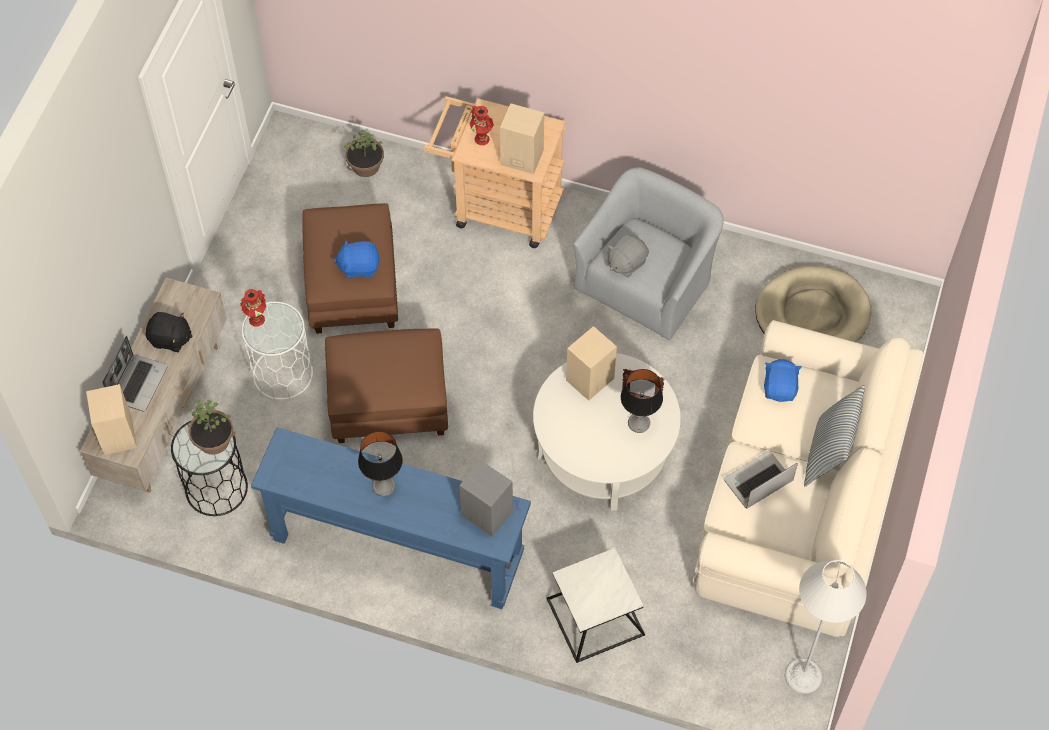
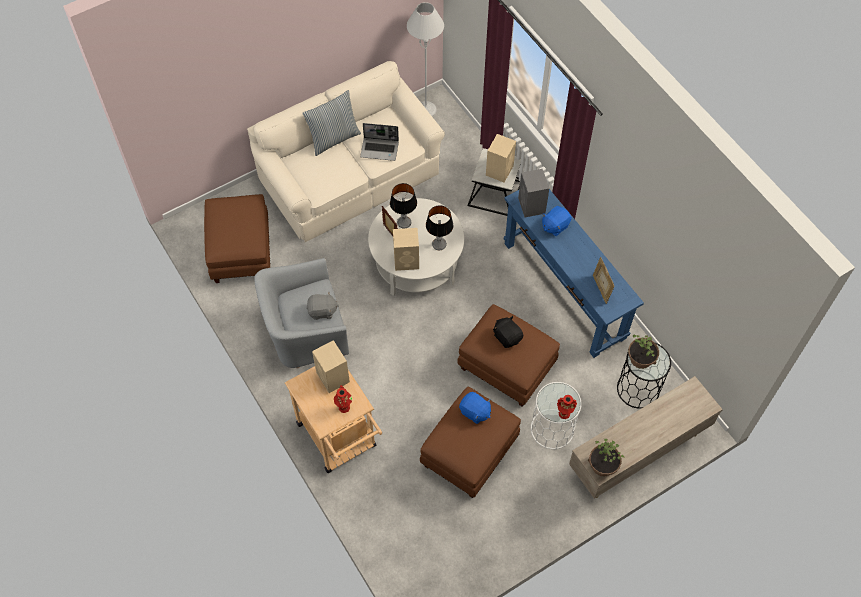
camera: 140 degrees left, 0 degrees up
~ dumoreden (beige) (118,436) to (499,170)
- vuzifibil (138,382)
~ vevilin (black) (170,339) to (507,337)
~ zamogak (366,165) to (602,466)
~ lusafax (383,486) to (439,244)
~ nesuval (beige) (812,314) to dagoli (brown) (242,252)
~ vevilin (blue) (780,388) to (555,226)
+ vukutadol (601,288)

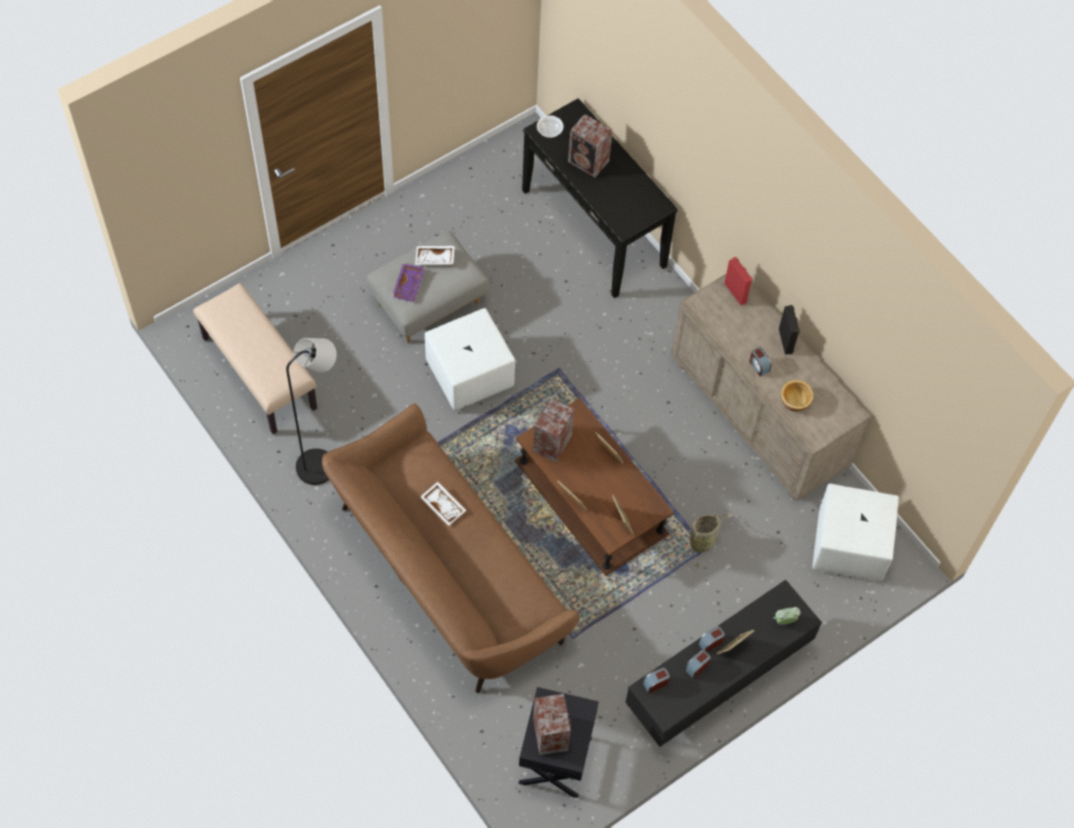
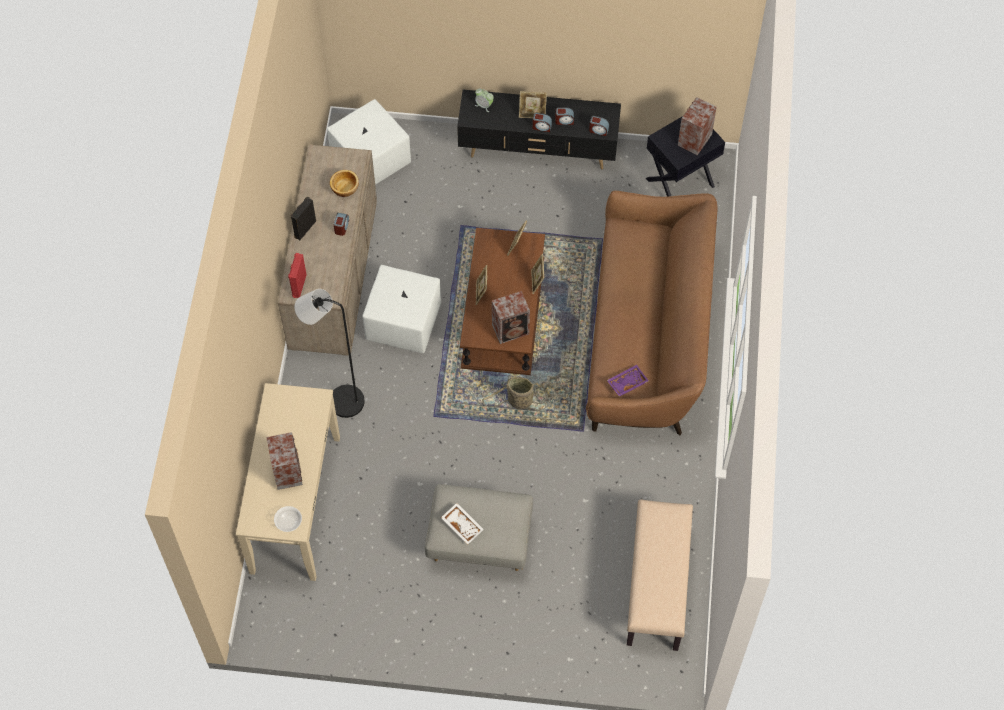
camera: 135 degrees left, 0 degrees up
~ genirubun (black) (322,463) to (339,401)
~ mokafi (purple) (409,285) to (627,382)
- mokafi (white) (443,505)
~ dagoli (white) (470,374) to (402,324)
~ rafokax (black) (594,227) to rafokax (beige) (294,504)
~ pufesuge (703,541) to (518,402)

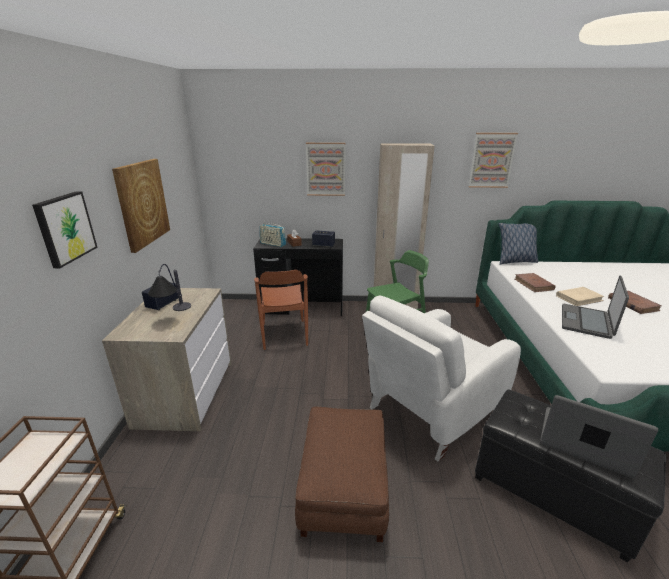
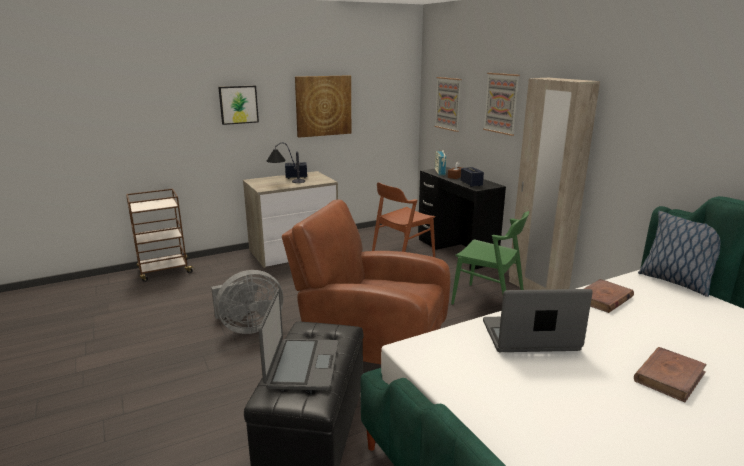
camera: 60 degrees right, 5 degrees down
~ dagoli (brown) (343,489) to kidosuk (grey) (248,327)
~ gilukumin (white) (431,410) to gilukumin (brown) (370,346)
~ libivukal (491,160) to (448,103)
- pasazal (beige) (579,298)

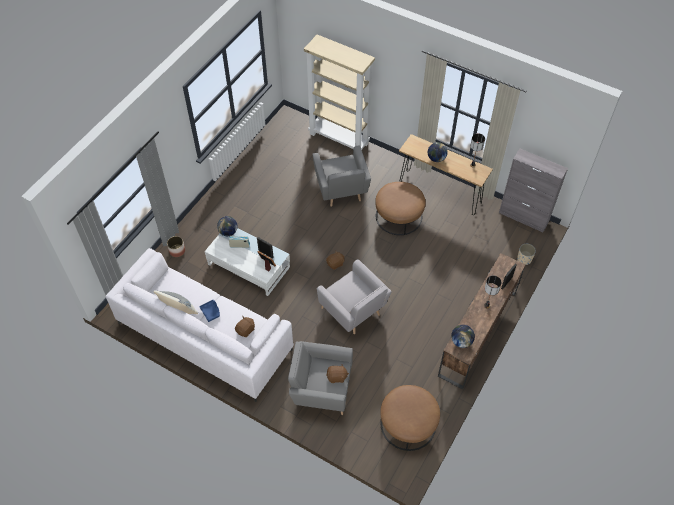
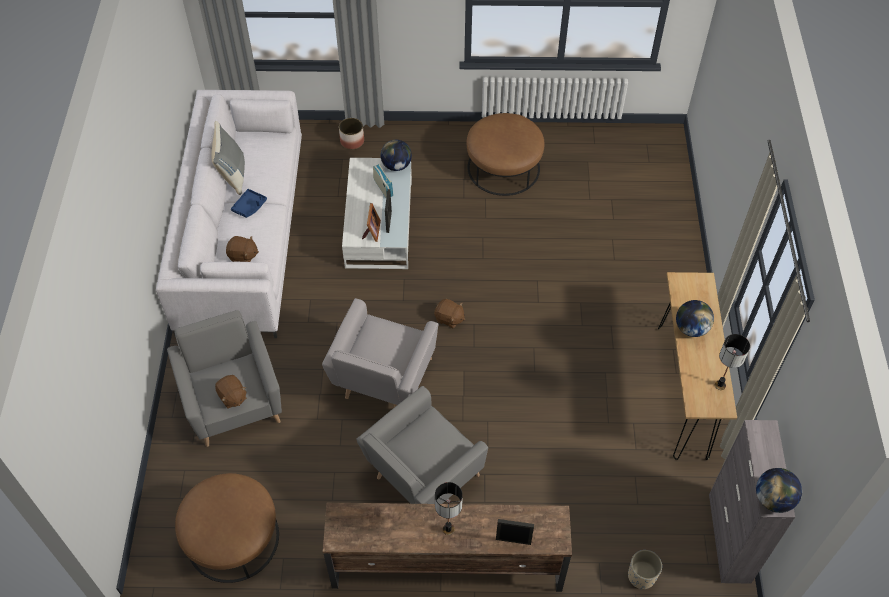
camera: 60 degrees right, 0 degrees up
- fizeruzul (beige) (339,139)
~ gilukumin (grey) (341,189) to (422,475)
~ dagoli (brown) (399,216) to (503,168)
~ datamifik (461,341) to (773,499)

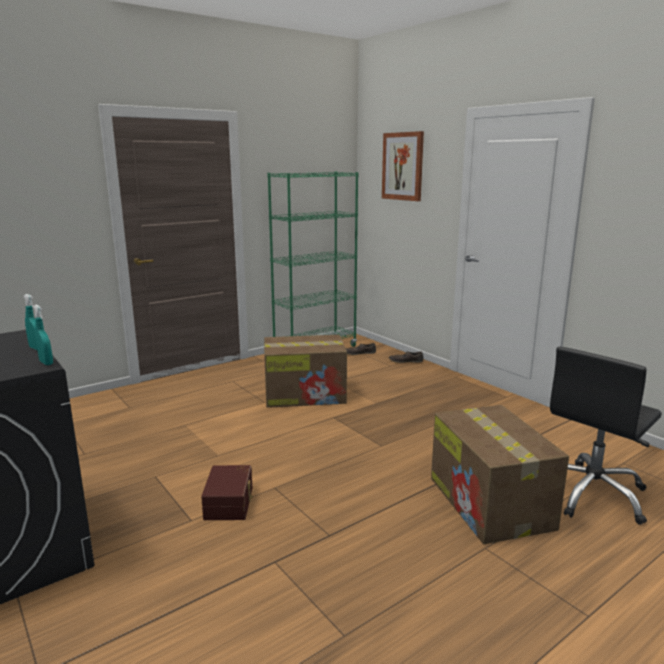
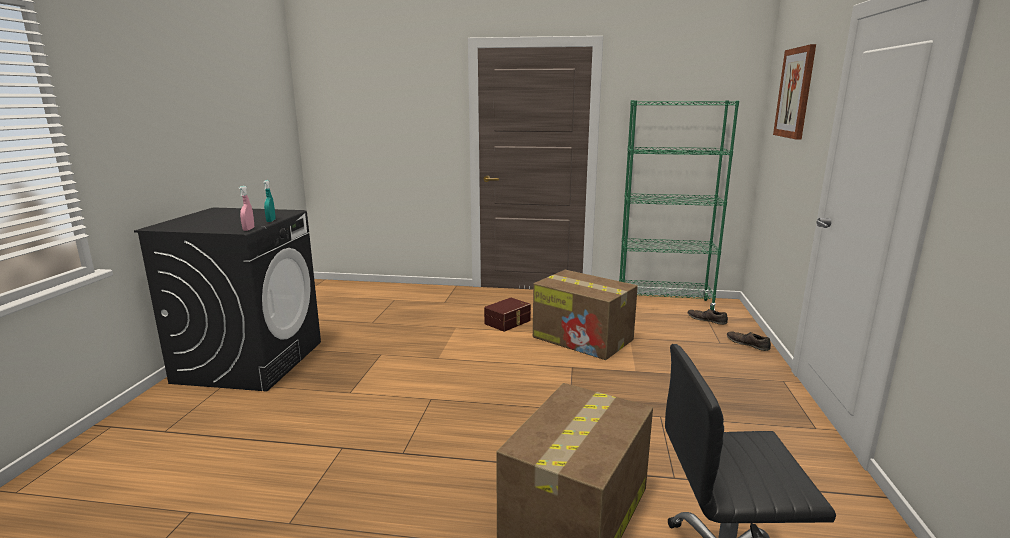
camera: 45 degrees right, 0 degrees up
~ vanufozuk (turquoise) (46,363) to vanufozuk (pink) (248,229)
~ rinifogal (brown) (230,502) to (508,322)

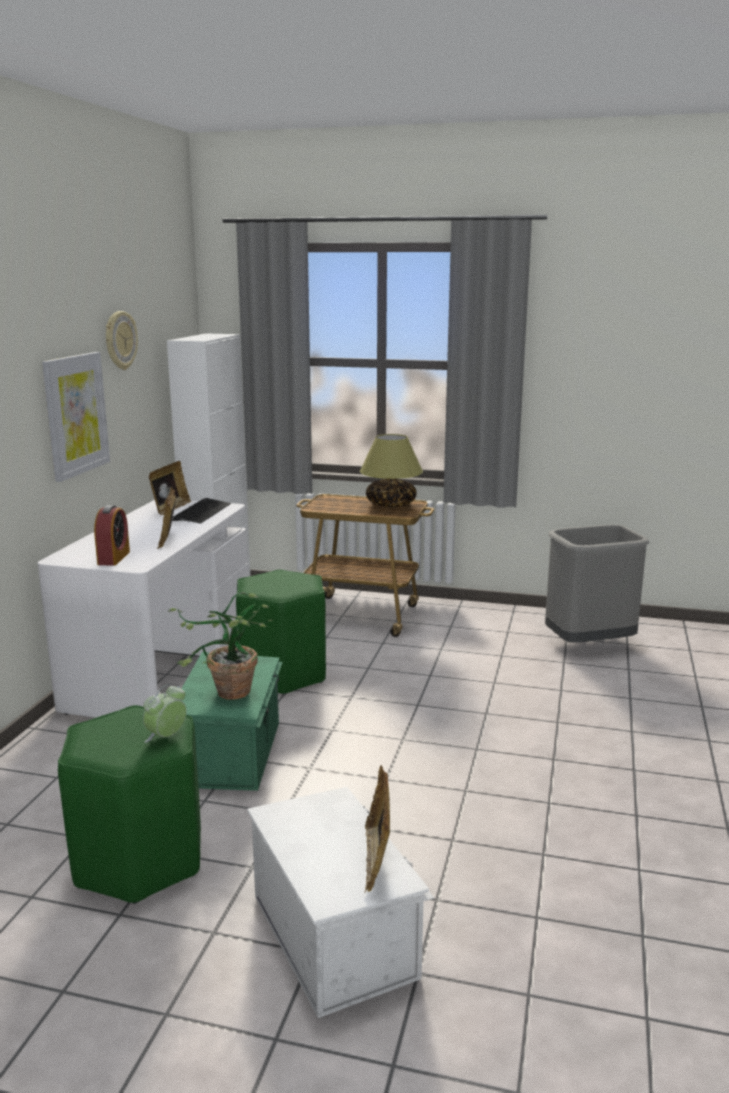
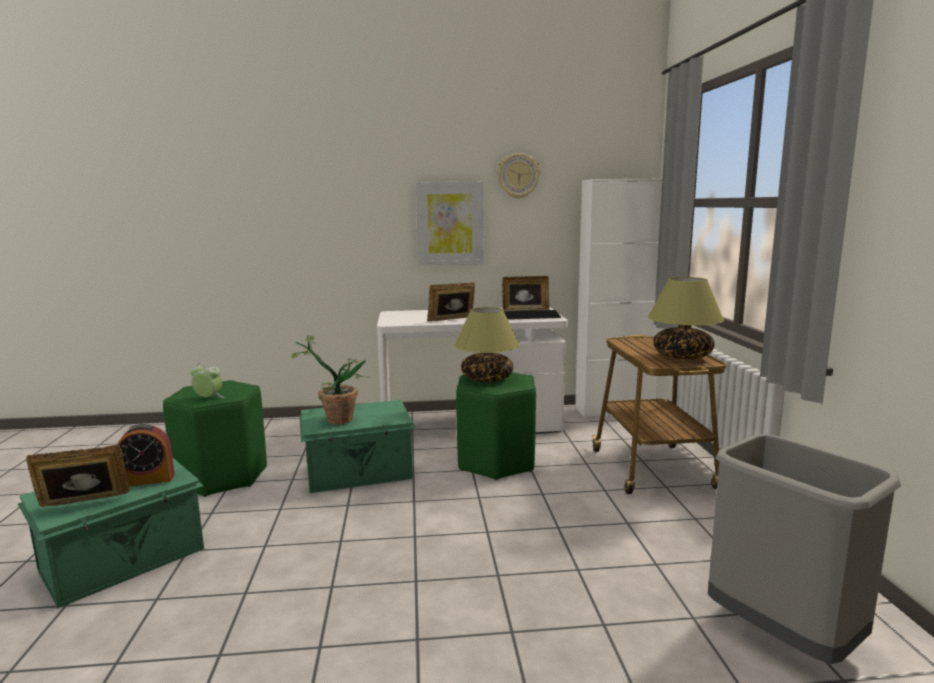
camera: 70 degrees right, 5 degrees down
~ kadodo (113,558) to (147,480)
~ rinifogal (white) (335,934) to rinifogal (green) (125,560)
+ lusafax (486,379)

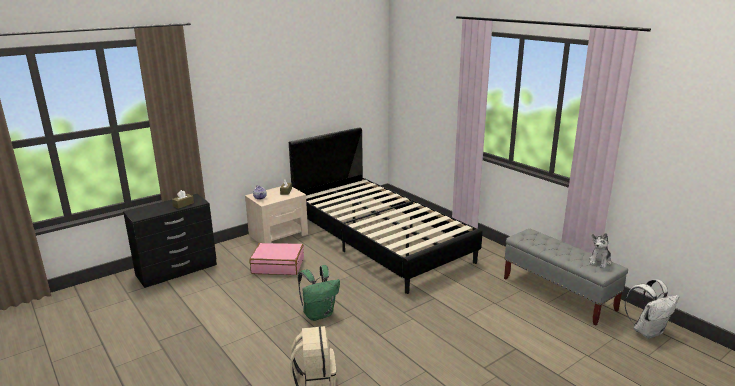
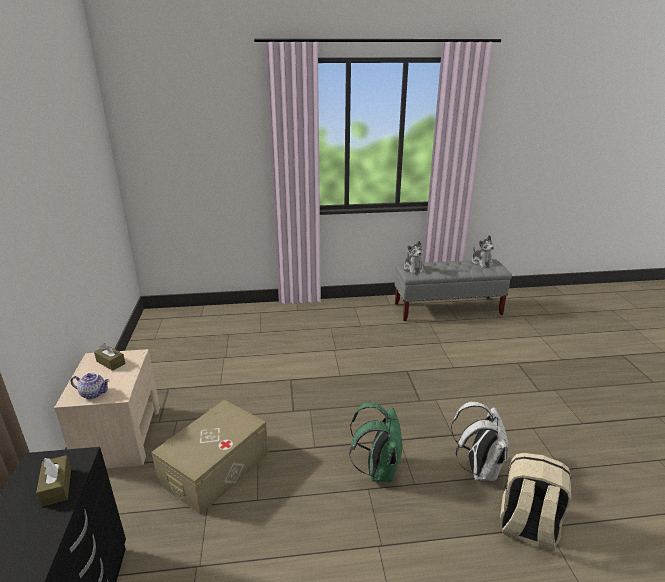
camera: 60 degrees left, 5 degrees up
~ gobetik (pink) (278,266) to rinifogal (beige) (215,468)
- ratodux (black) (379,240)
~ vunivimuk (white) (647,331) to (478,469)
+ vevilin (413,268)

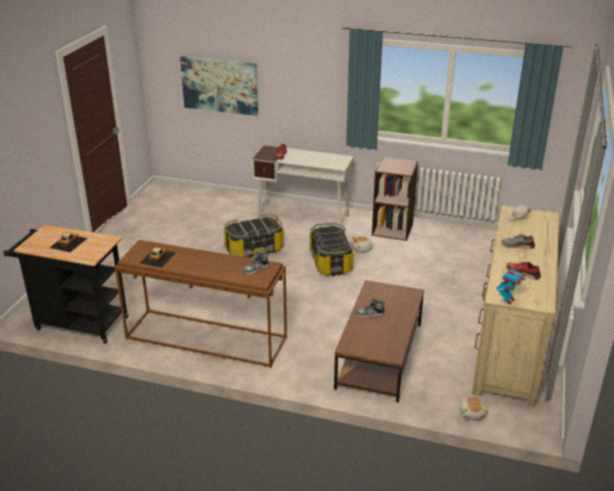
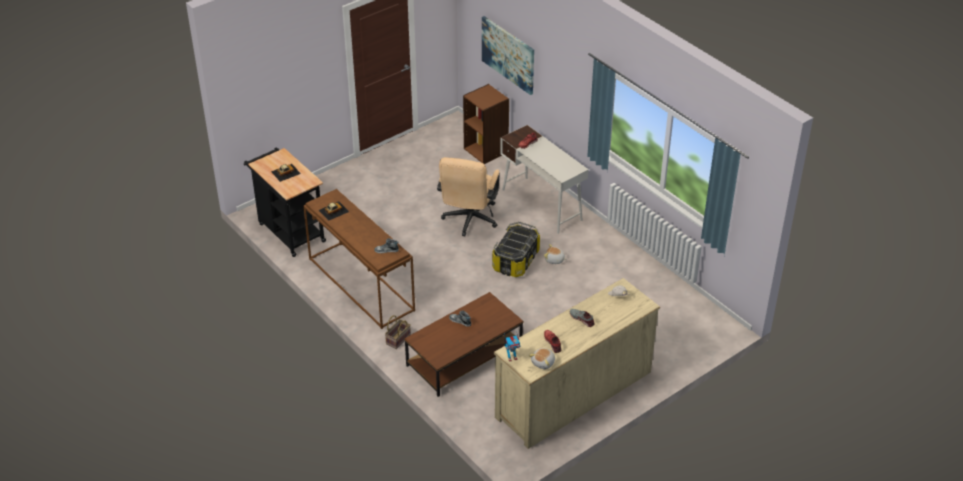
camera: 35 degrees right, 10 degrees up
~ rinifogal (254,249) to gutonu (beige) (469,221)
~ fizeruzul (brown) (392,229) to (486,150)
~ vevilin (472,413) to (543,363)
+ pufesuge (398,339)

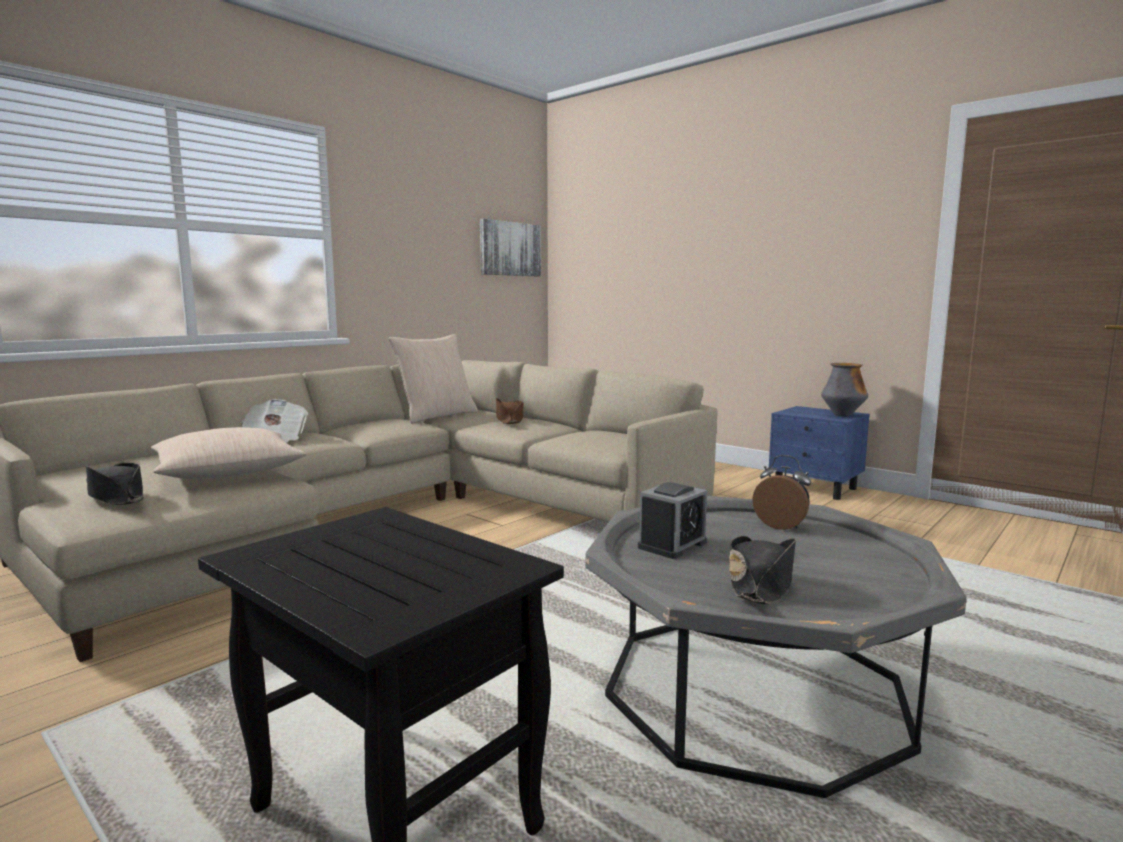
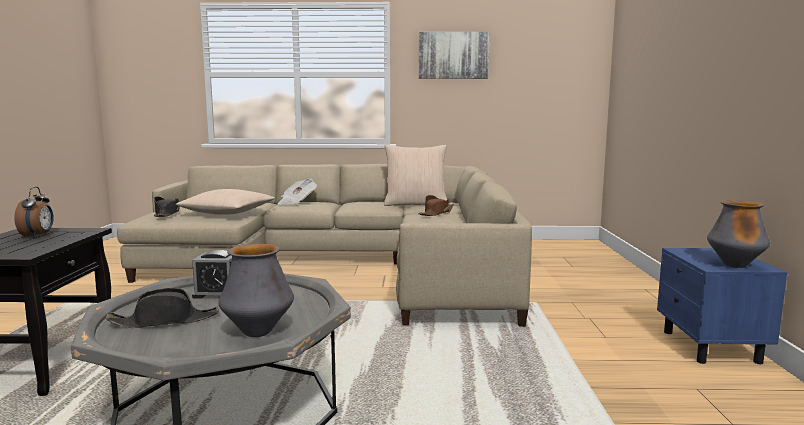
camera: 50 degrees right, 0 degrees up
~ libivukal (510,249) to (453,55)
~ kadodo (781,525) to (38,236)
+ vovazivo (258,332)

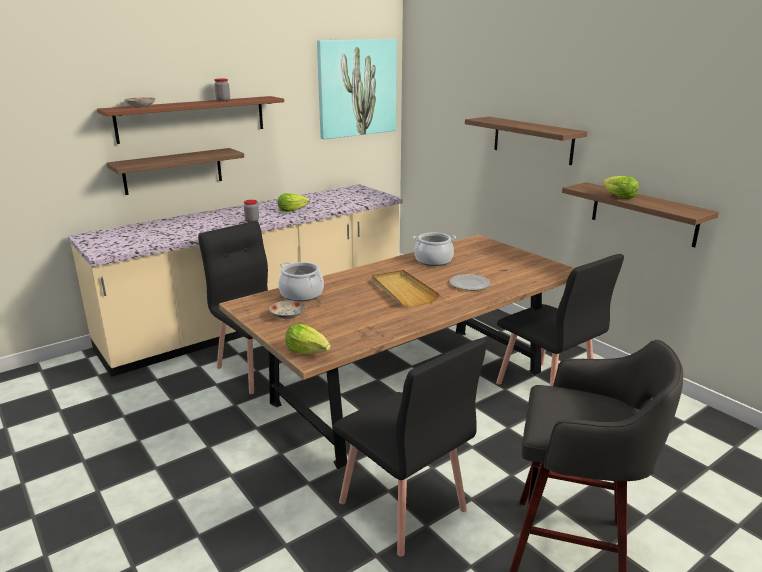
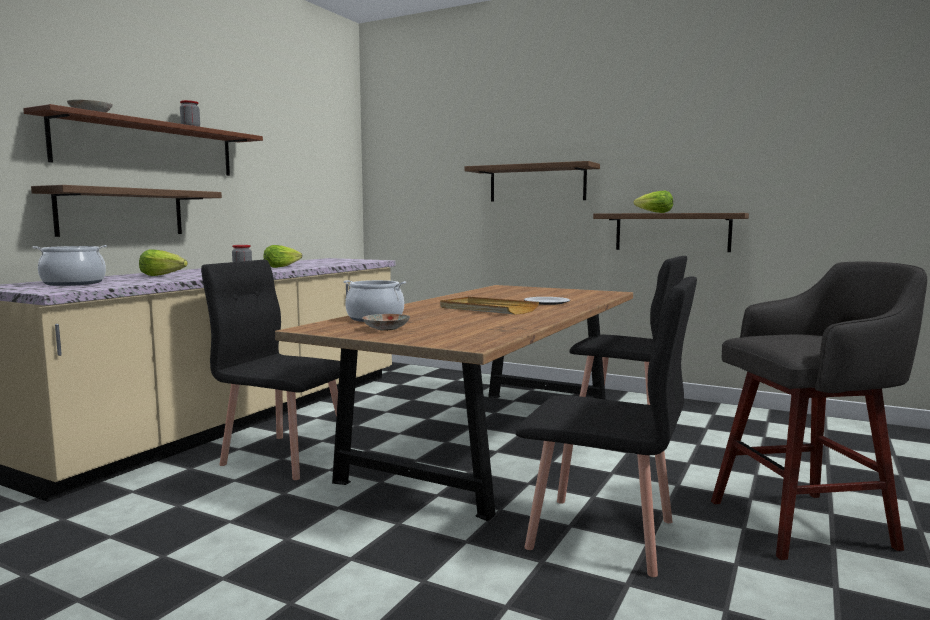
camera: 25 degrees left, 15 degrees down
~ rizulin (308,351) to (163,275)
- libivukal (356,88)
~ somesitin (433,260) to (73,283)

